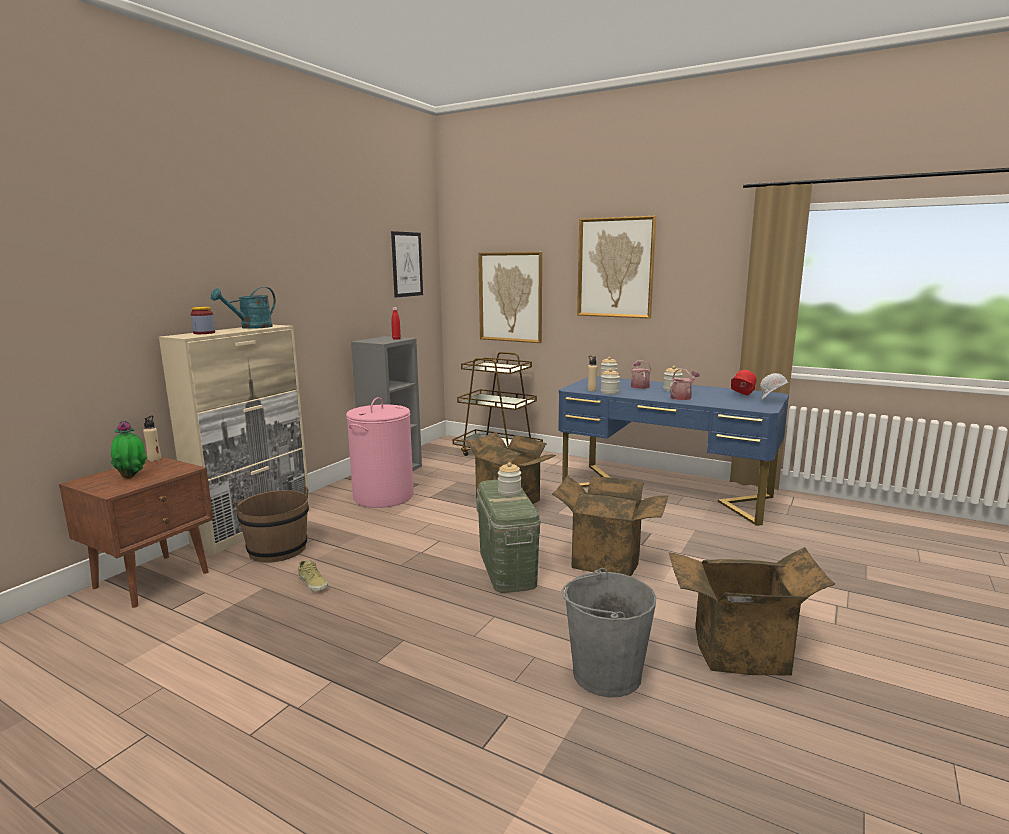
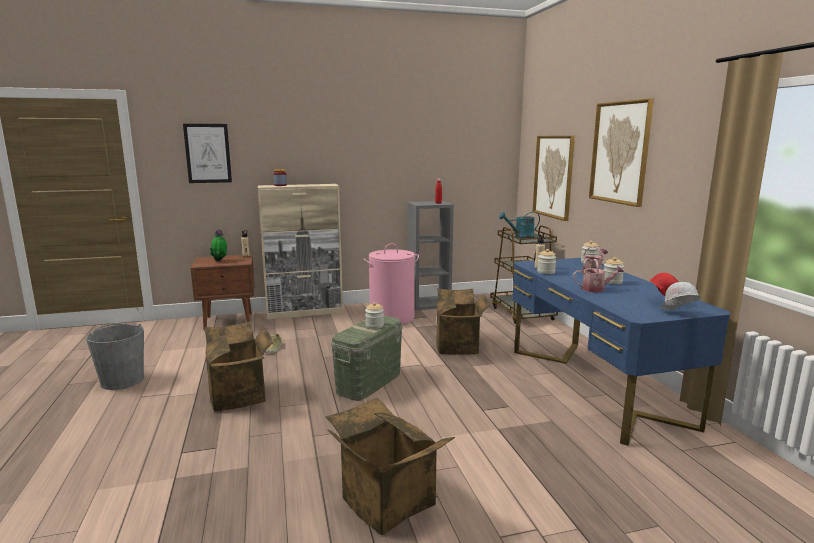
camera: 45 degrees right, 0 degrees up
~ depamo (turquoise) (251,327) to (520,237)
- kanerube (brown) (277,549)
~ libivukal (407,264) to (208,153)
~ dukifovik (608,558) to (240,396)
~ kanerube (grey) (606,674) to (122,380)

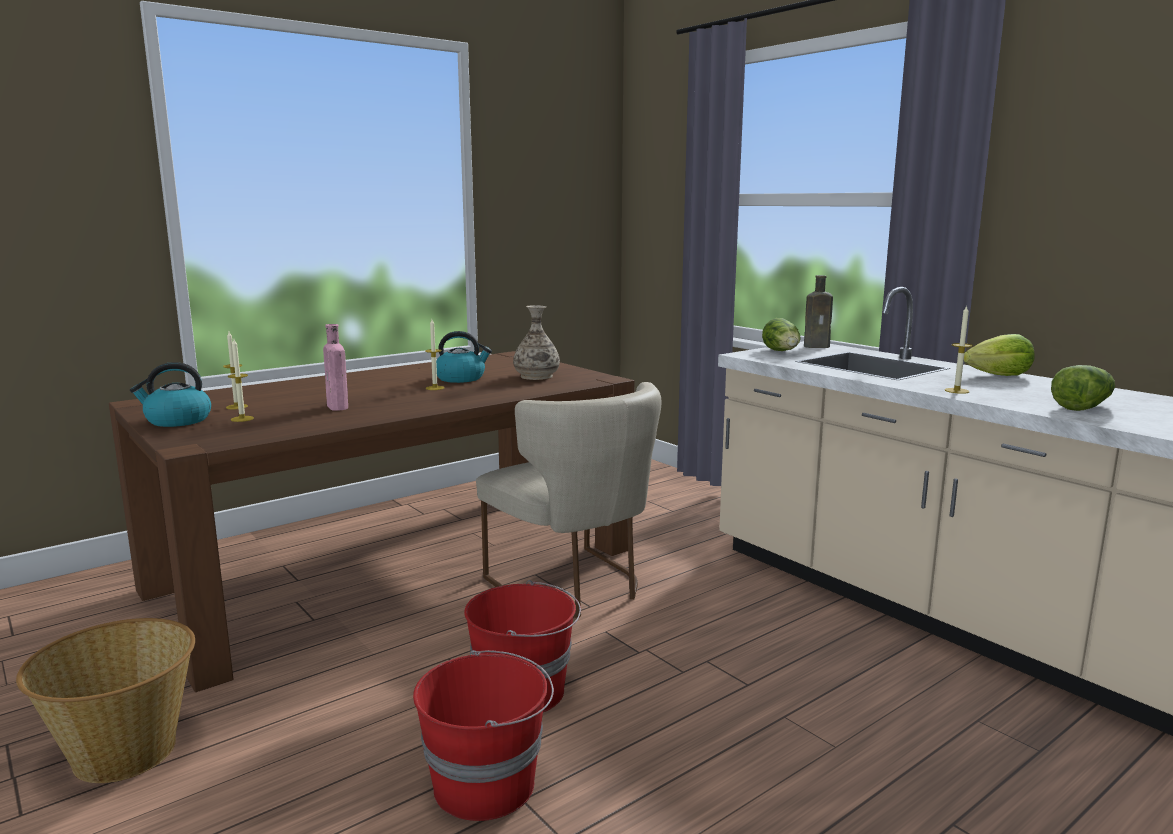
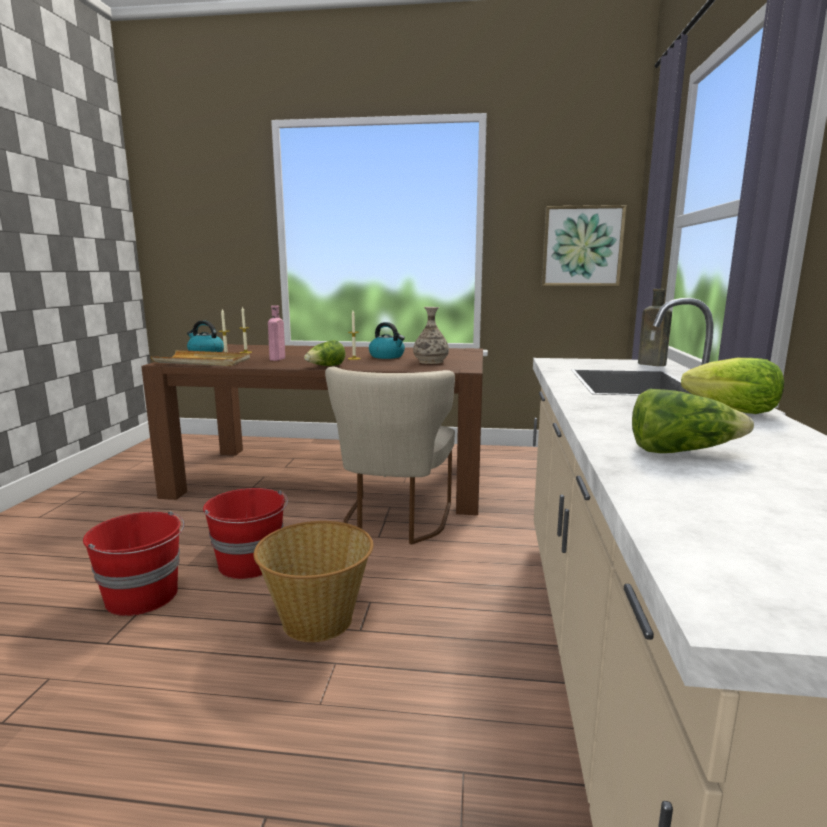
camera: 45 degrees right, 0 degrees up
~ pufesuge (124,751) to (318,619)
~ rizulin (782,352) to (326,366)
- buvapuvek (957,391)
+ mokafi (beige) (203,362)
+ libivukal (582,246)

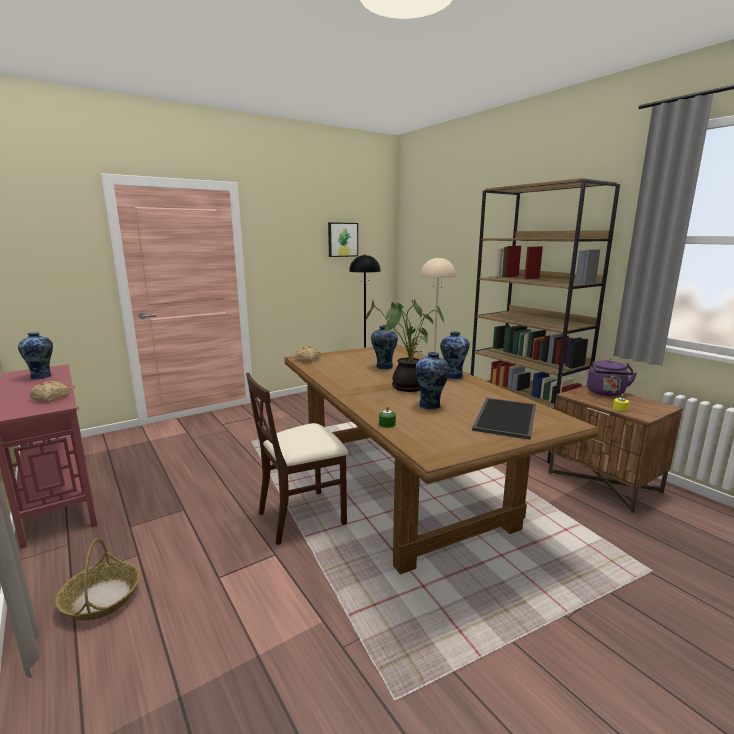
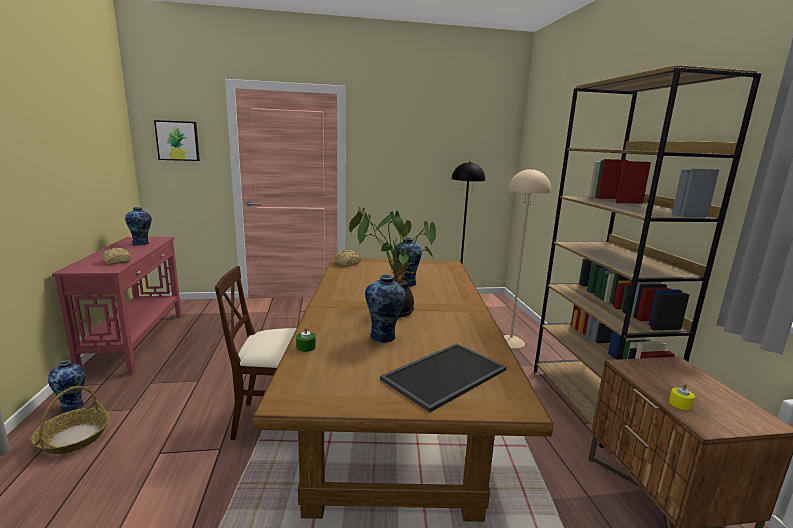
camera: 25 degrees right, 0 degrees up
~ libivukal (342,239) to (178,140)
~ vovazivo (453,376) to (73,406)
- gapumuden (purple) (606,393)

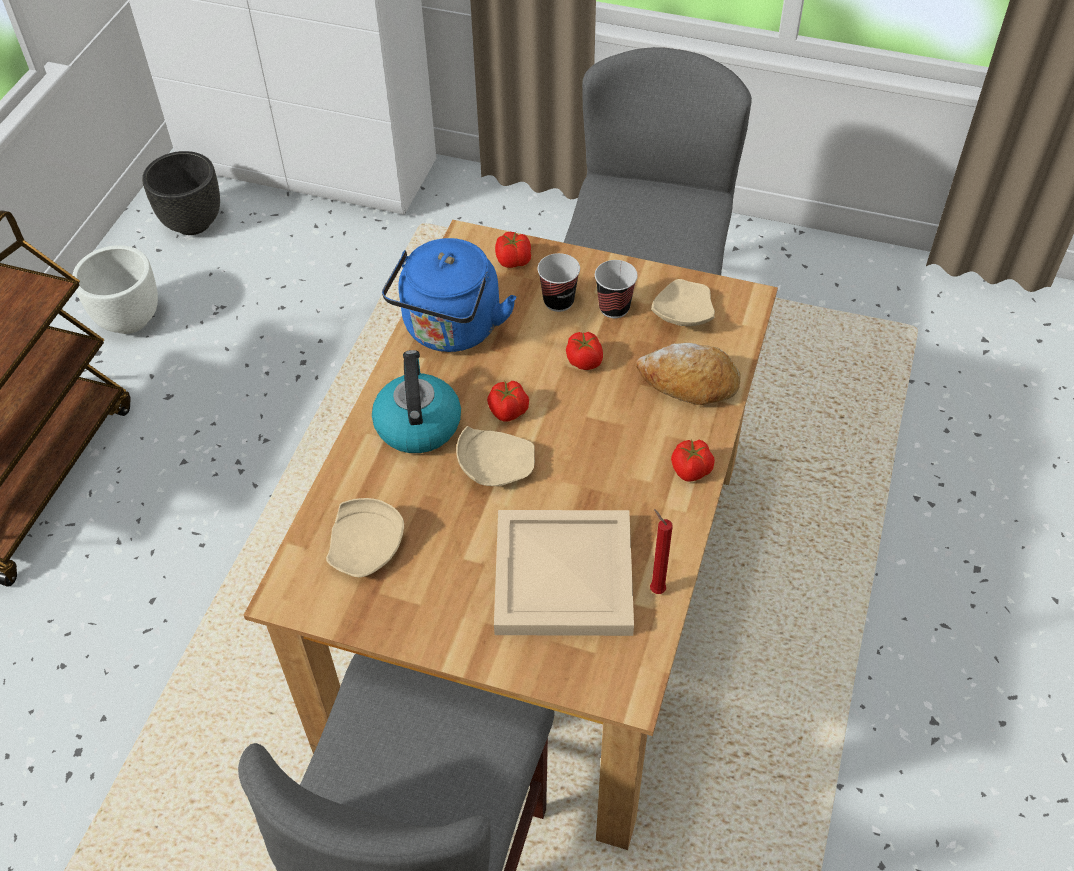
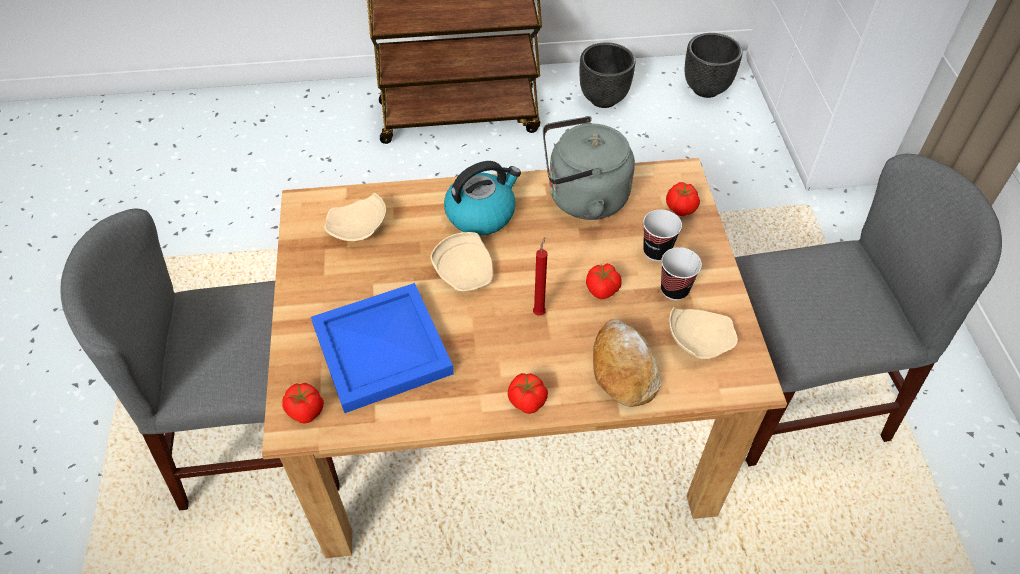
camera: 65 degrees right, 0 degrees up
~ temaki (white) (128,320) to temaki (black) (603,99)
~ gapumuden (blue) (450,330) to gapumuden (grey) (582,198)
~ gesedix (509,411) to (306,411)
~ mokafi (beige) (565,574) to mokafi (blue) (384,350)
~ buvapuvek (red) (655,589) to (539,312)

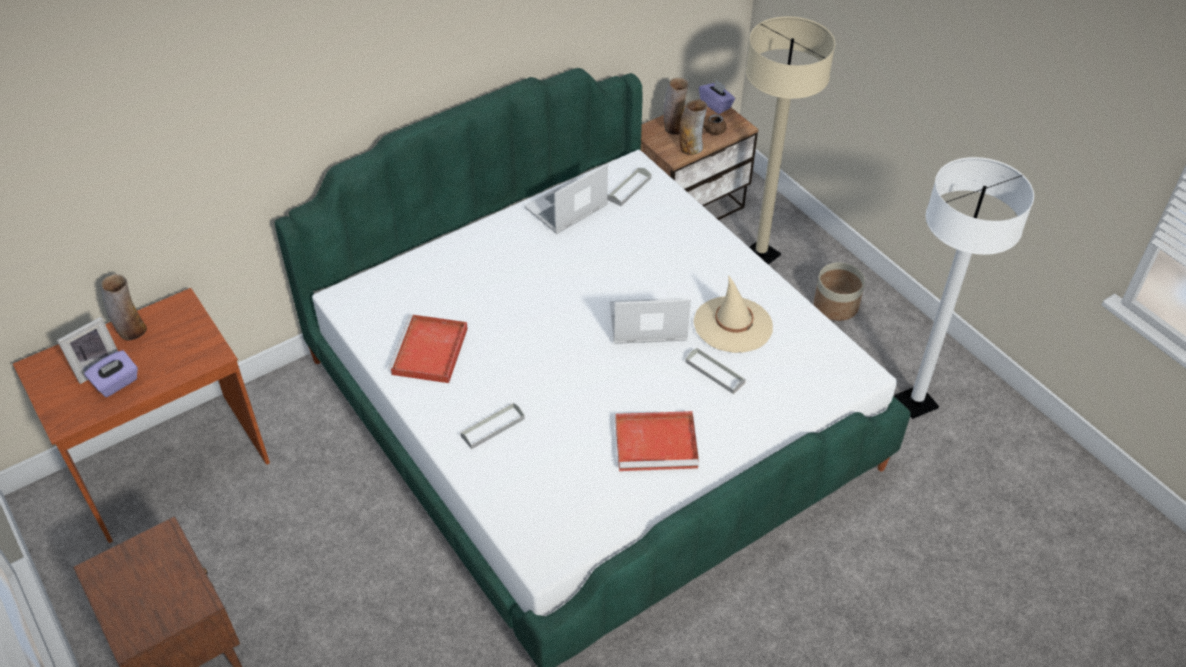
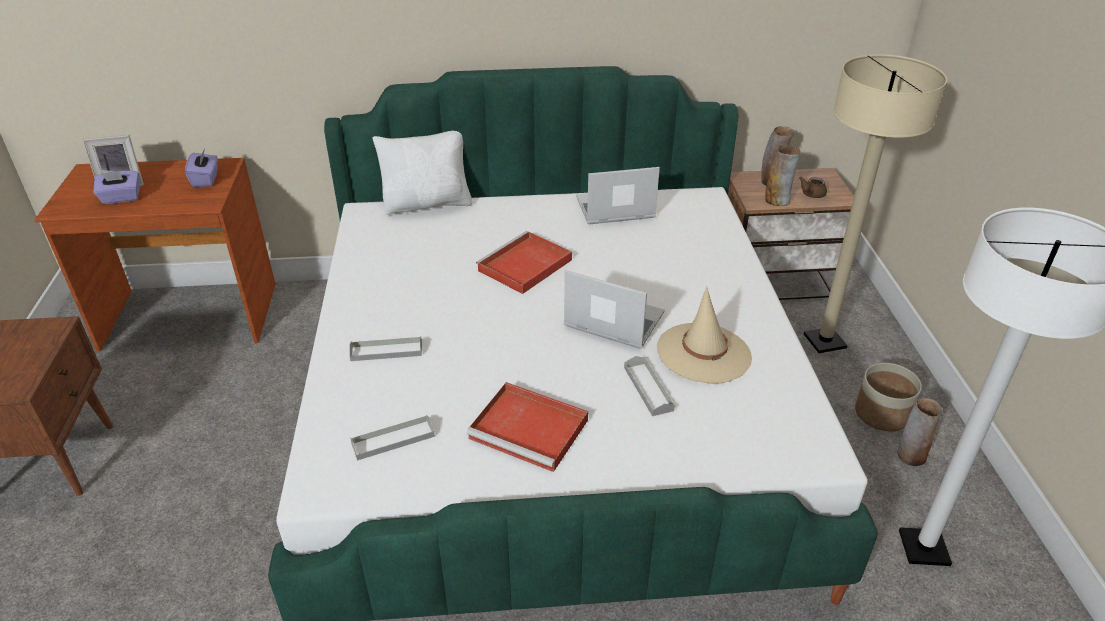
camera: 30 degrees right, 10 degrees down
~ vovazivo (131,331) to (910,456)
~ mokafi (red) (430,352) to (524,266)
~ mokafi (grey) (629,188) to (393,440)
~ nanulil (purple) (716,105) to (206,179)
+ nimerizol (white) (428,204)

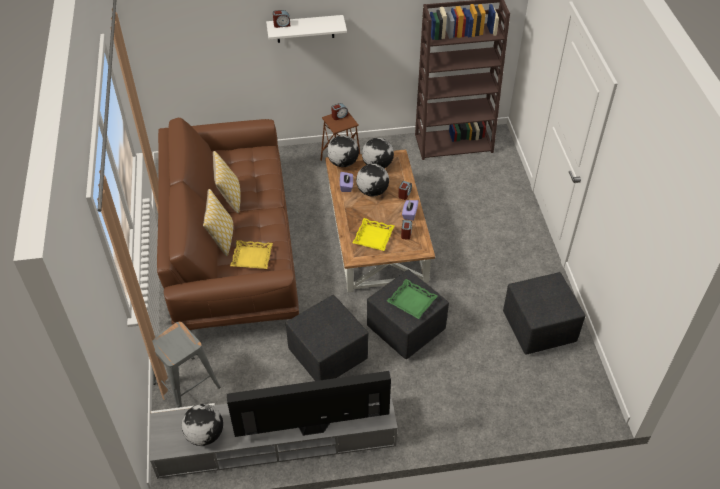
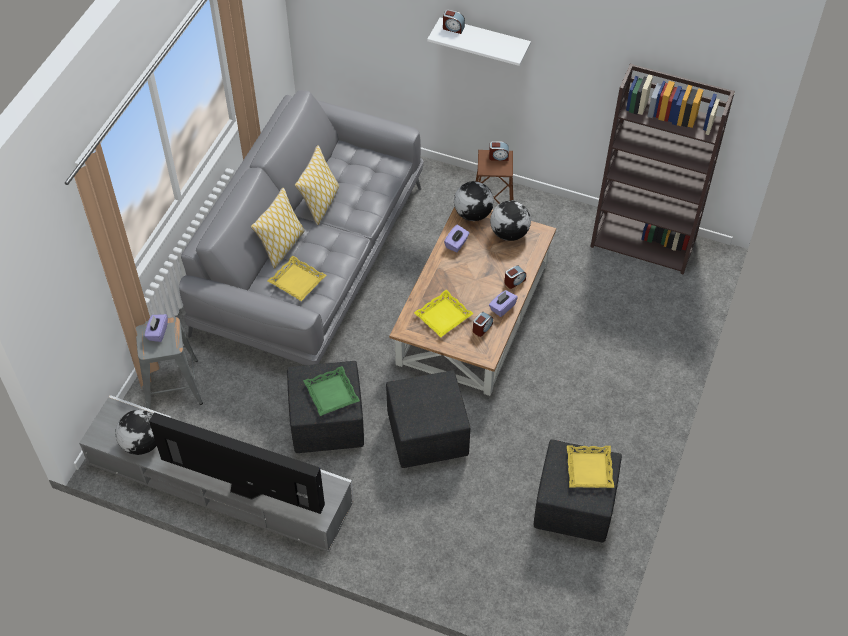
camera: 30 degrees right, 5 degrees up
~ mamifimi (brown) (232,246) to mamifimi (grey) (311,258)
- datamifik (372,191)
~ mokafi (green) (412,301) to (332,394)
+ nanulil (purple) (157,332)
+ mokafi (yellow) (590,469)

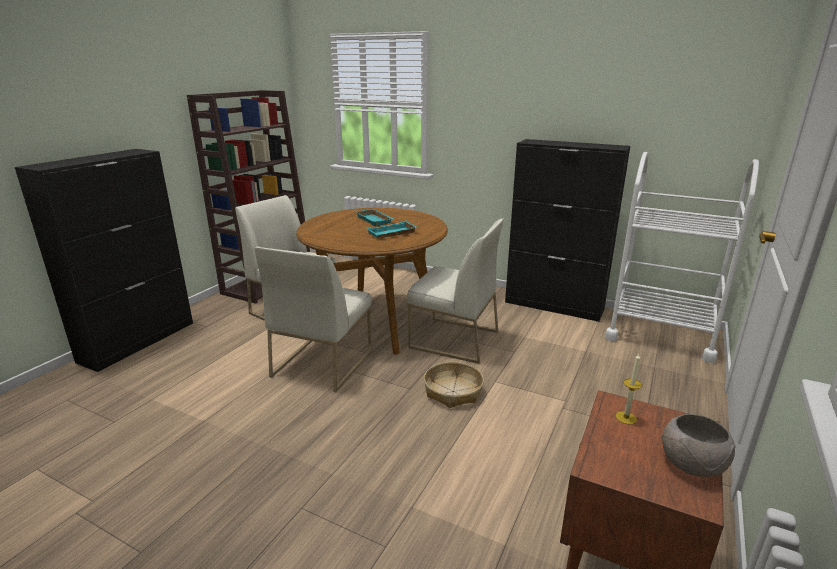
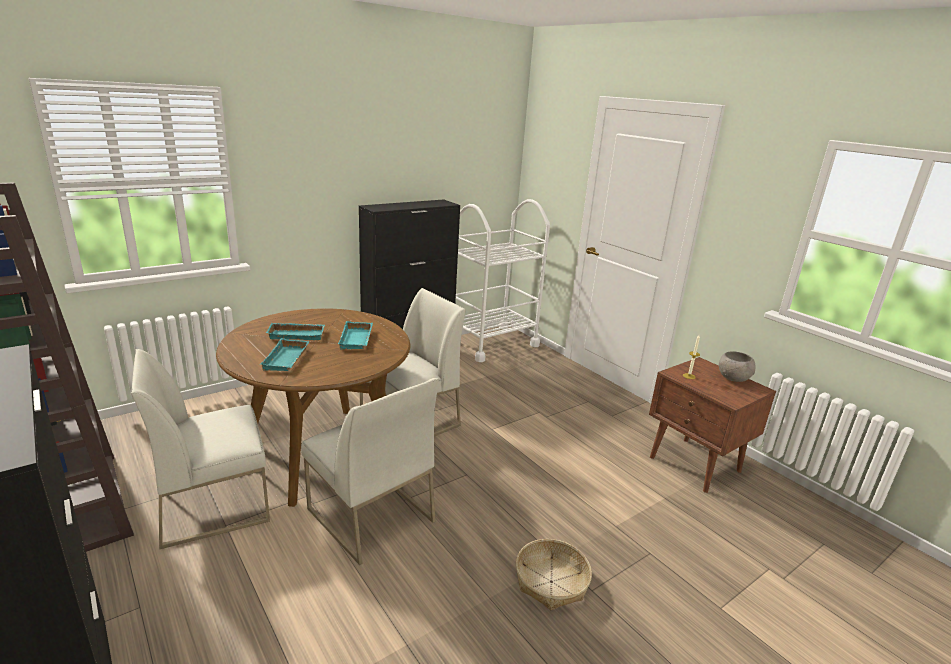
camera: 65 degrees left, 0 degrees up
~ pufesuge (453,391) to (550,581)
+ mokafi (turquoise) (287,359)

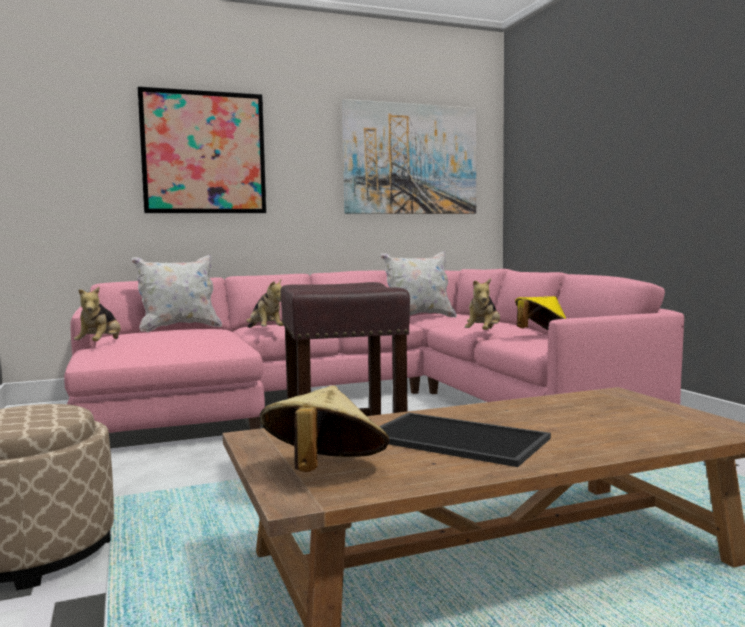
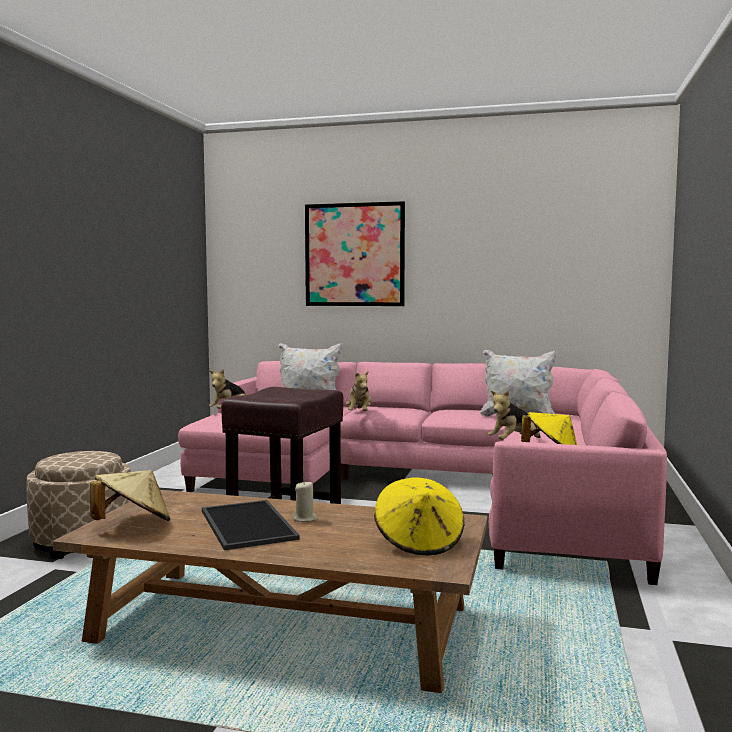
camera: 35 degrees right, 0 degrees up
- libivukal (411,159)
+ buvapuvek (beige) (305,518)
+ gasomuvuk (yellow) (419,542)

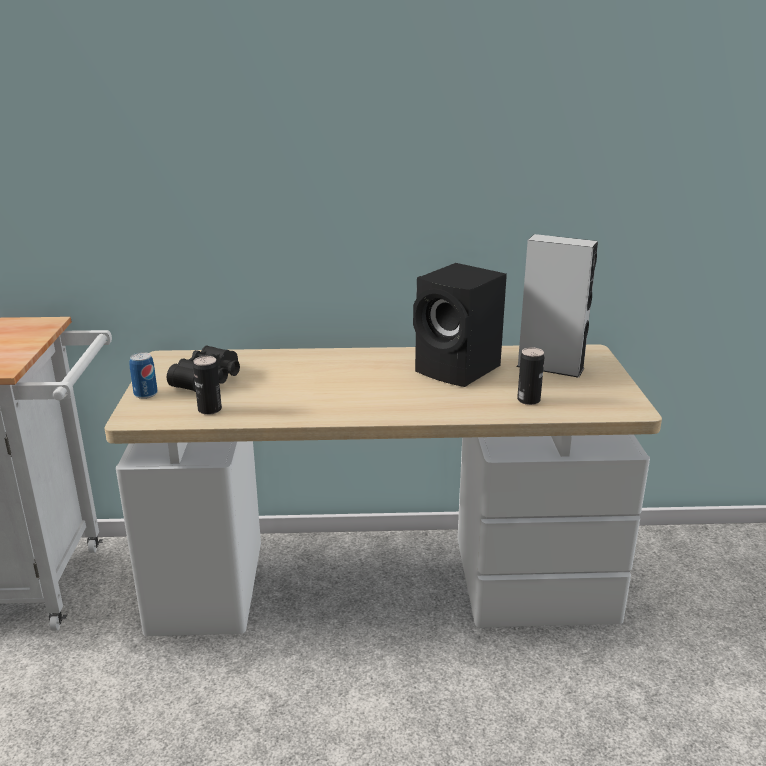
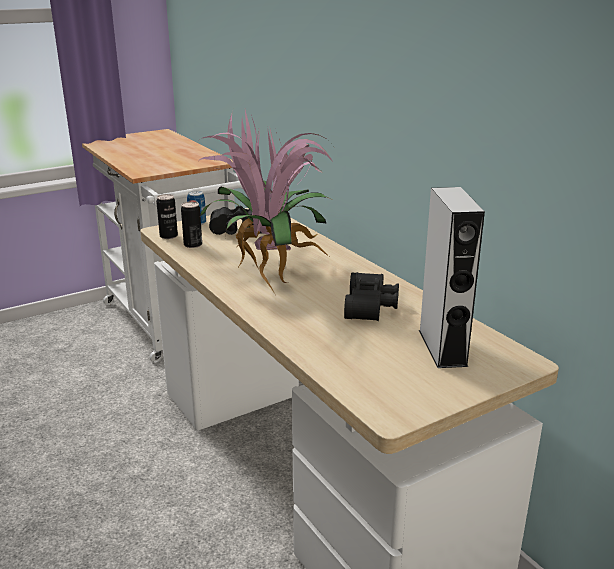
camera: 60 degrees right, 0 degrees up
~ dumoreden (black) (459,370) to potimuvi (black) (372,307)
~ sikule (528,400) to (168,236)
+ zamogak (271,268)

